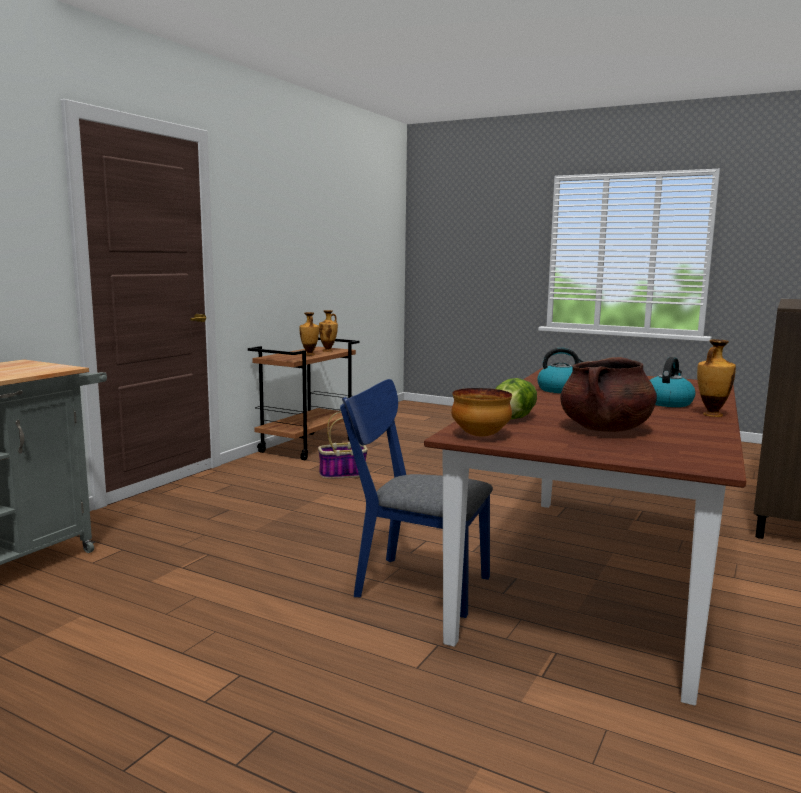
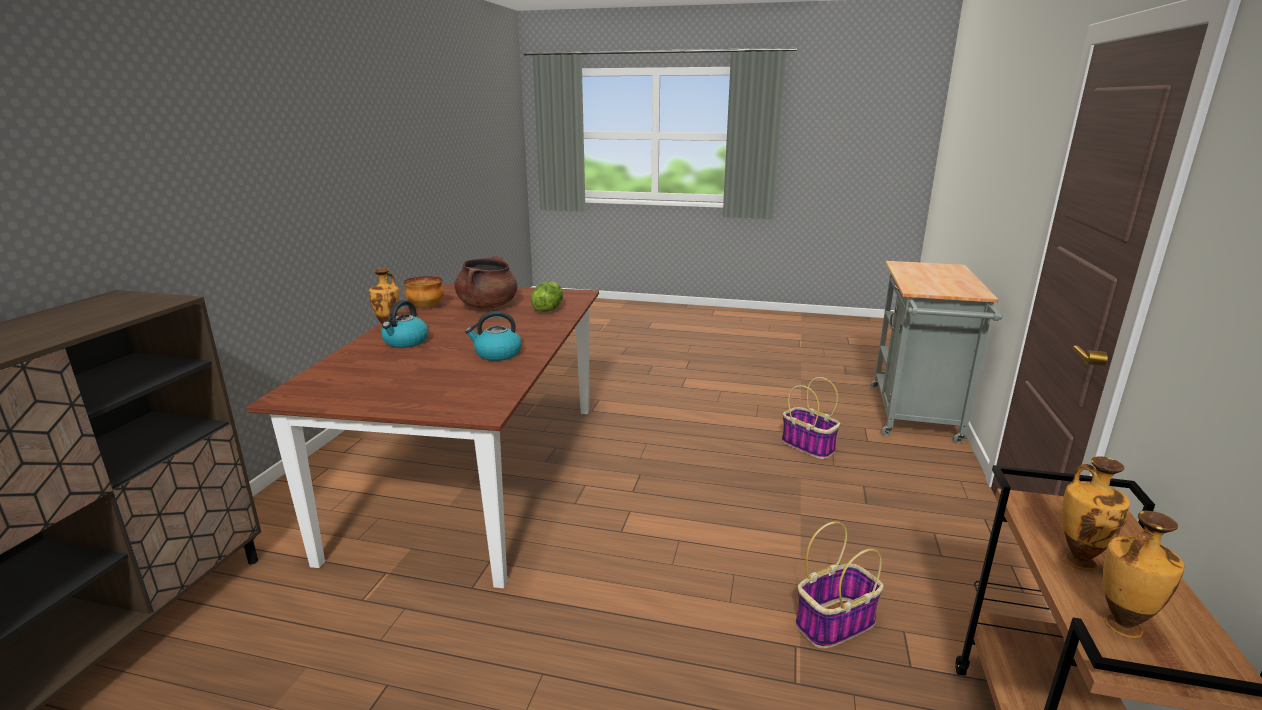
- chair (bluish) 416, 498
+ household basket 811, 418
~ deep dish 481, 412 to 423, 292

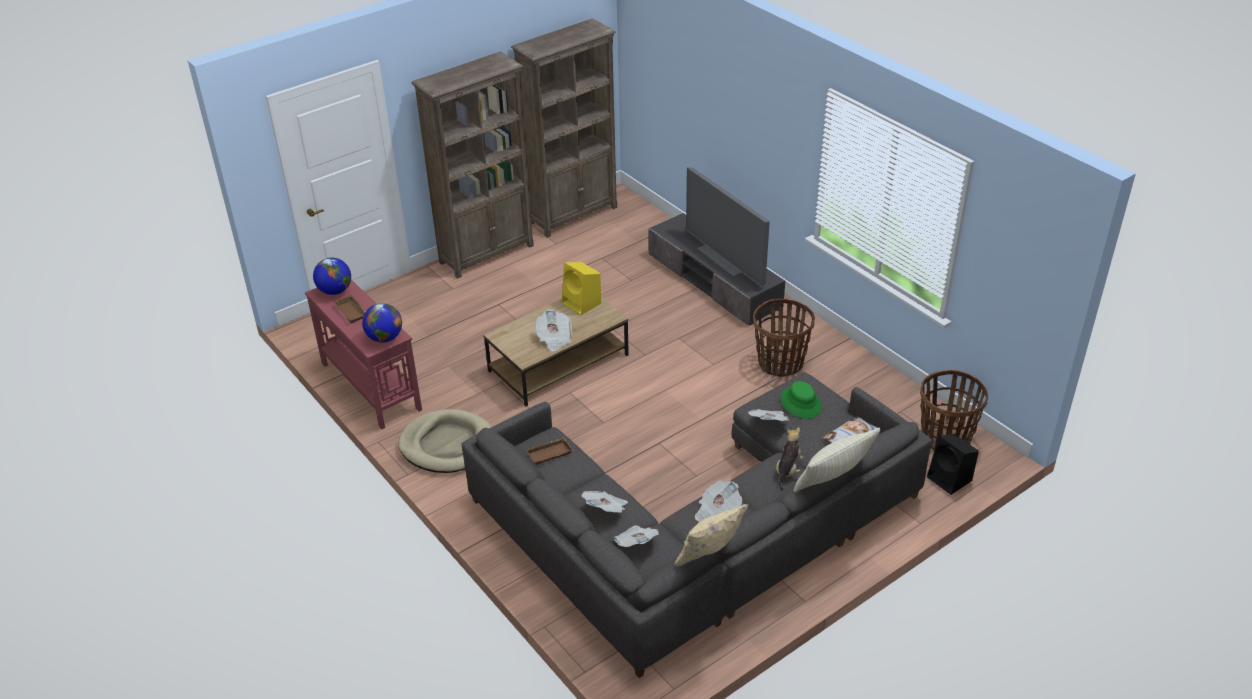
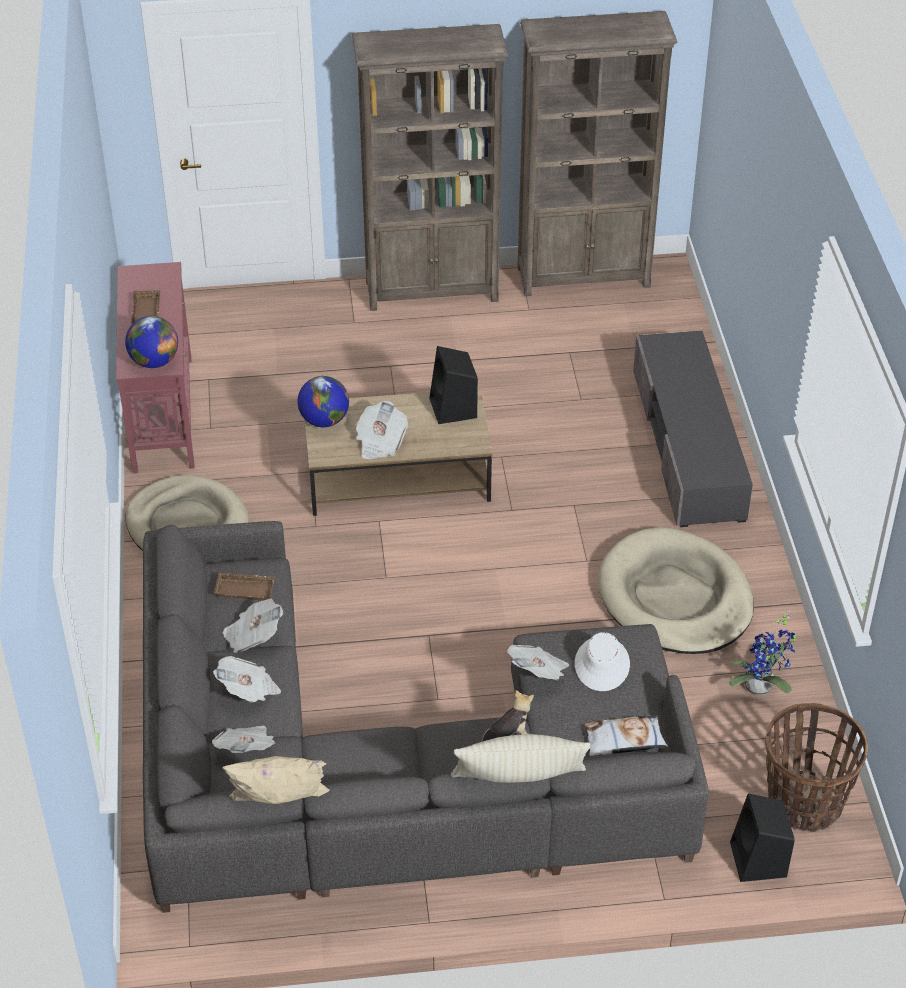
- TV set 728, 227
+ potted plant 762, 653
~ world globe 332, 276 to 323, 401
~ newspaper 718, 501 to 253, 625
~ household basket 784, 338 to dog cushion (sand-coloured) 676, 590
~ loudspeaker (yellow-coloured) 581, 288 to loudspeaker (blackish) 453, 385
~ hat (green) 801, 400 to hat (white-coloured) 602, 661

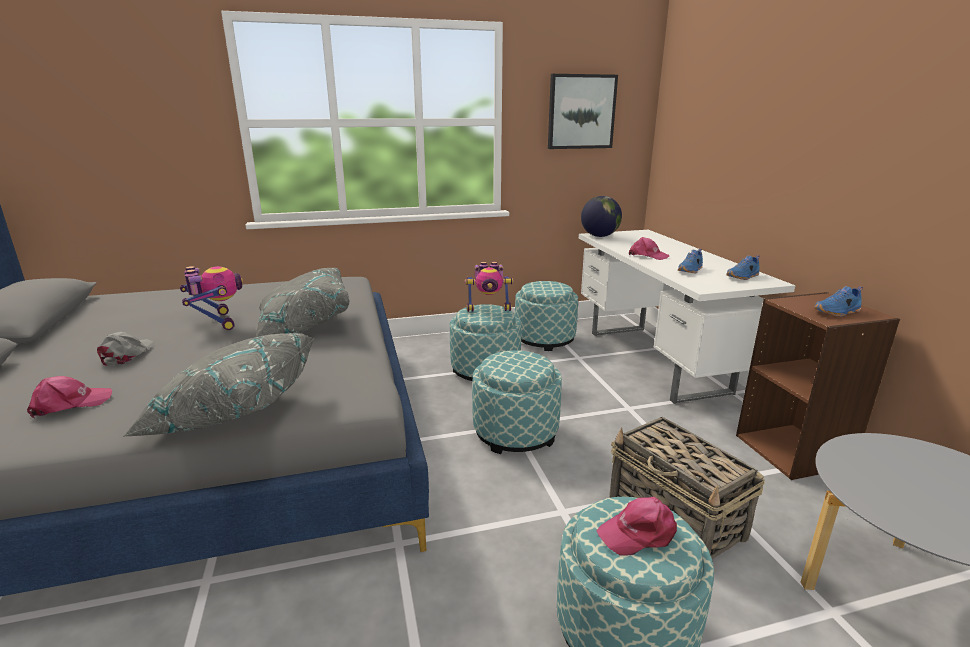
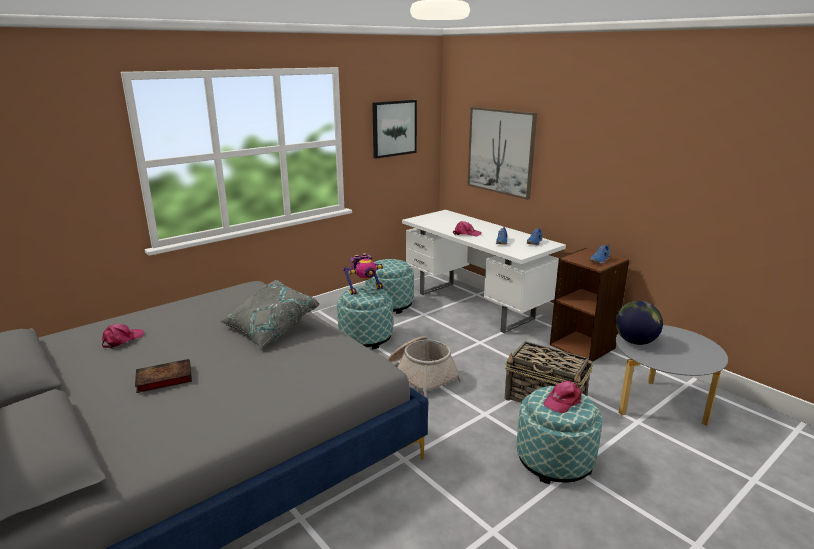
- pillow (gray) 218, 385
- model robot 211, 298
+ picture 502, 153
~ peaked cap (pinkish) 69, 397 to 123, 336
~ world globe 601, 216 to 639, 323
~ peaked cap (gray) 126, 349 to volume 163, 376
~ ottoman 517, 402 to household basket 425, 366

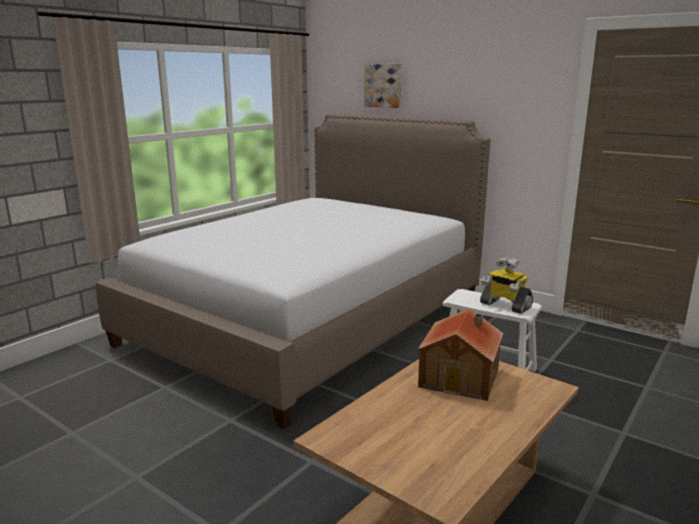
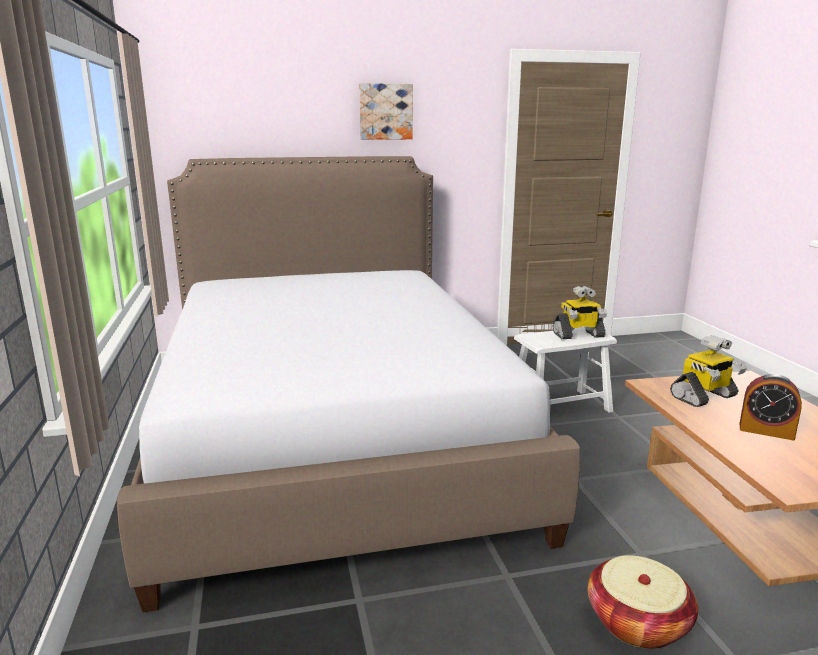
+ household basket 643, 602
+ table clock 771, 407
~ picture 383, 86 to 386, 111
~ model house 460, 354 to model robot 708, 371

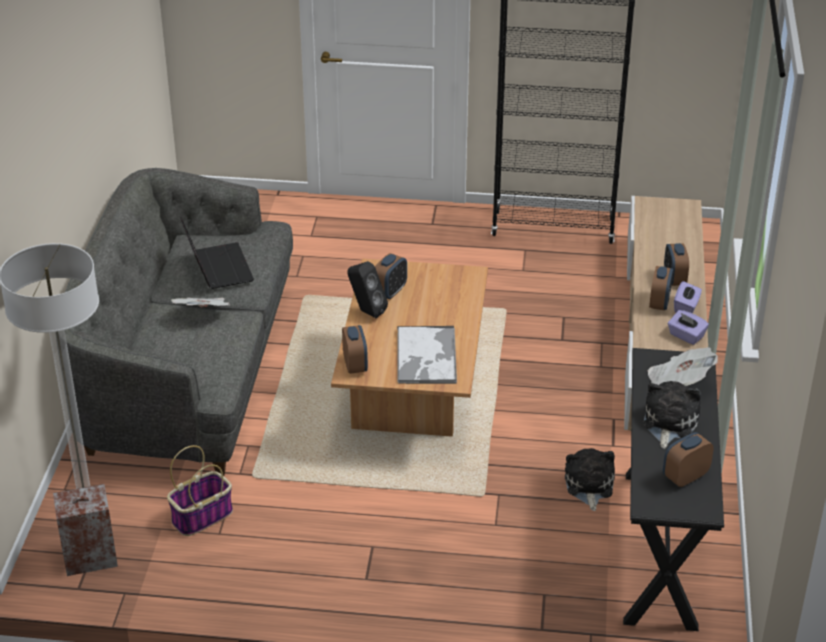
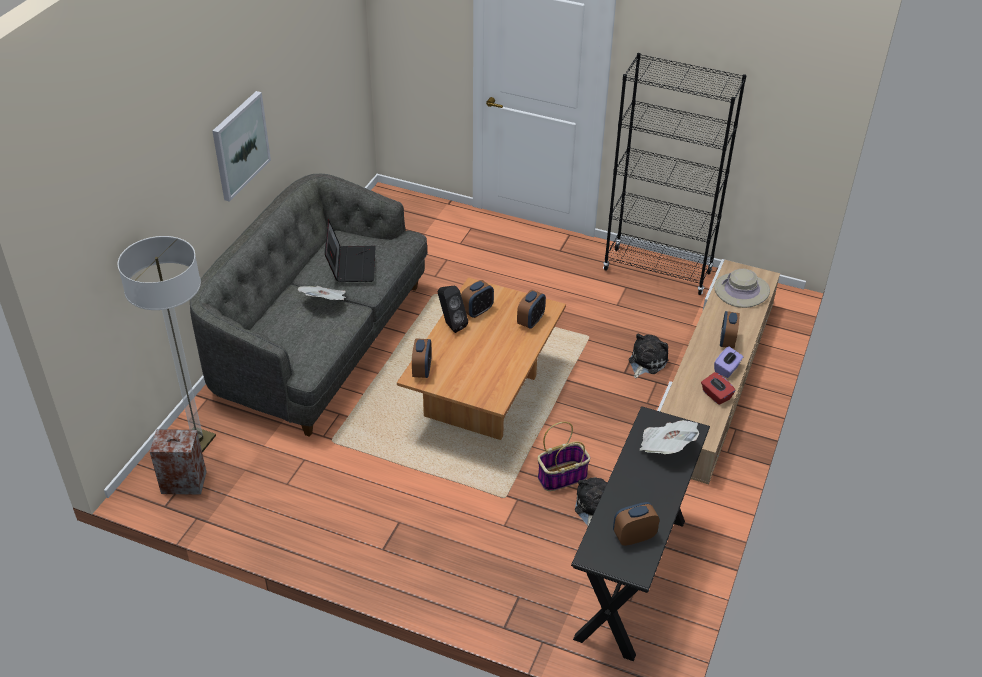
- serving tray 427, 355
+ picture 241, 146
+ hat (sand-coloured) 742, 288
~ household basket 200, 490 to 564, 456
~ soft toy 672, 415 to 648, 356
~ table clock 661, 288 to 531, 309
~ box of tissues (purple-coloured) 688, 327 to box of tissues (red-coloured) 718, 388

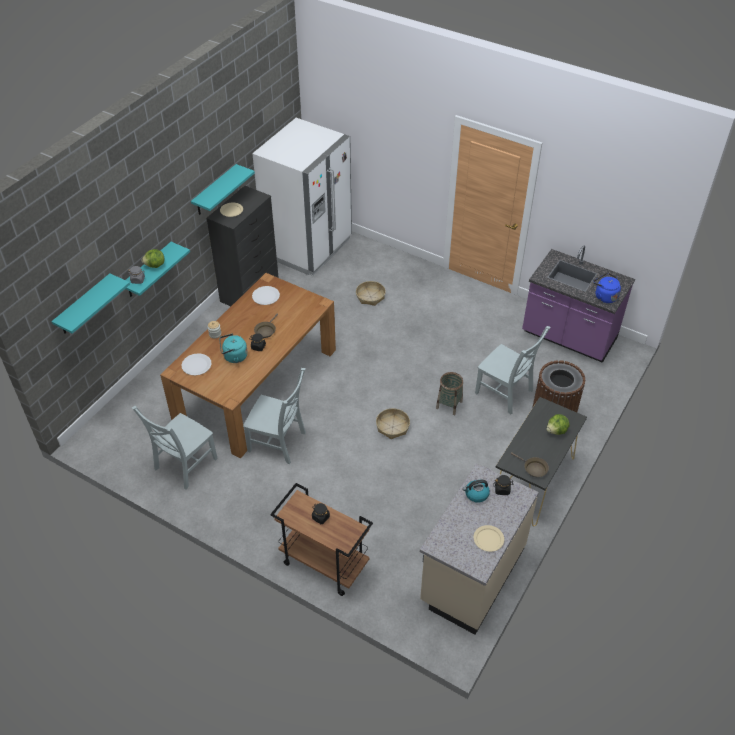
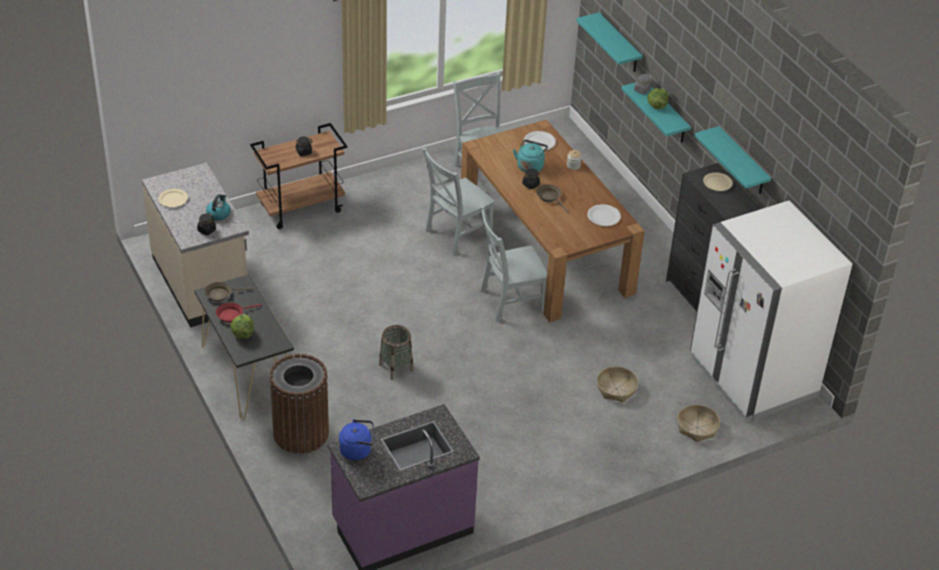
+ frying pan (red-coloured) 239, 313
~ household basket 393, 423 to 698, 423
~ chair (gray) 512, 370 to 513, 264

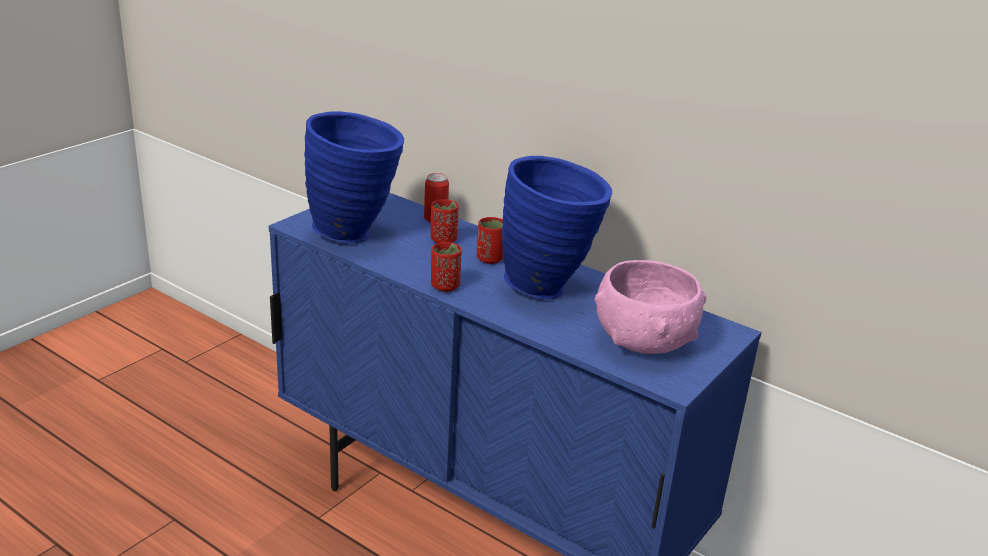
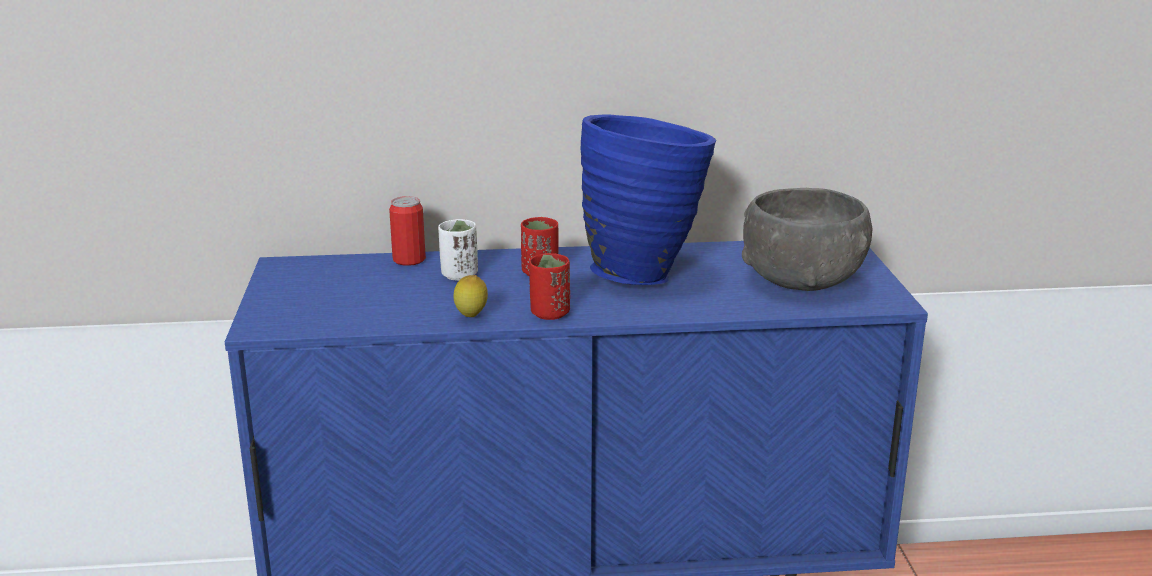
- flower vase (bluish) 354, 177
+ citrus fruit 470, 296
~ cup (red-coloured) 445, 221 to cup (white-coloured) 458, 250
~ deep dish (pinkish) 650, 307 to deep dish (gray) 807, 239

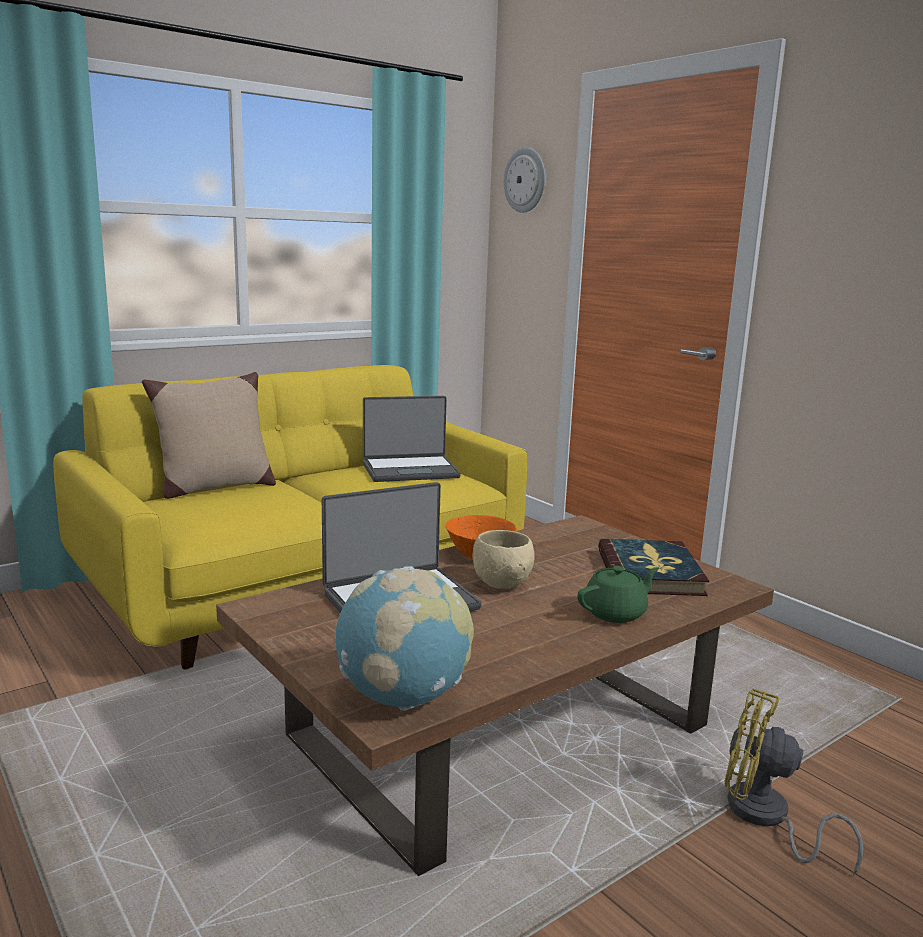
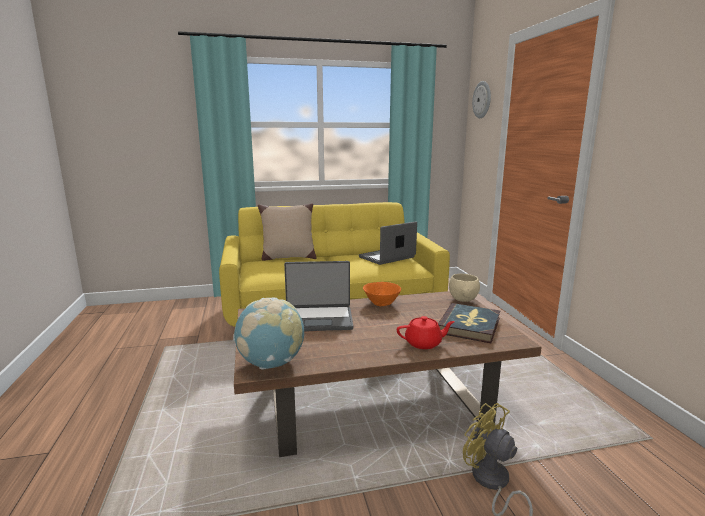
~ deep dish (sand-coloured) 504, 559 to 464, 288
~ pot for tea (green) 618, 594 to pot for tea (red-coloured) 425, 332
~ notebook computer 412, 439 = 388, 243 135 degrees clockwise

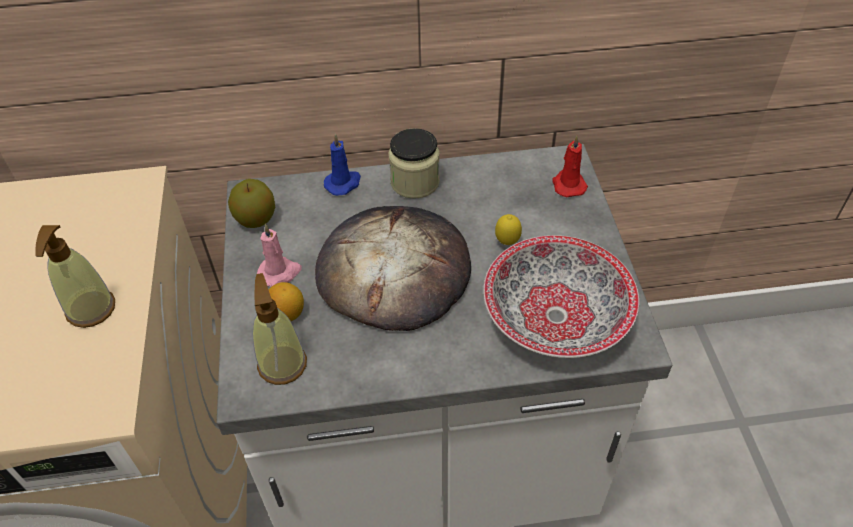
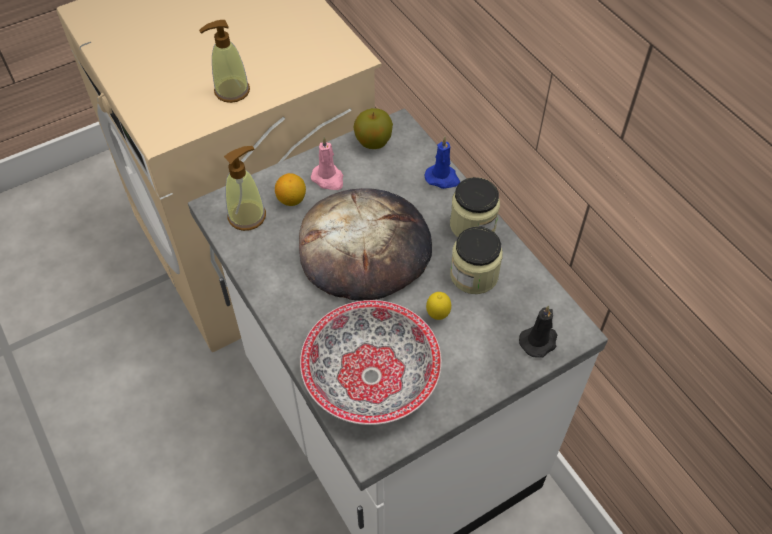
+ preserve jar 476, 260
~ candle (red-coloured) 570, 166 to candle (blackish) 538, 331

